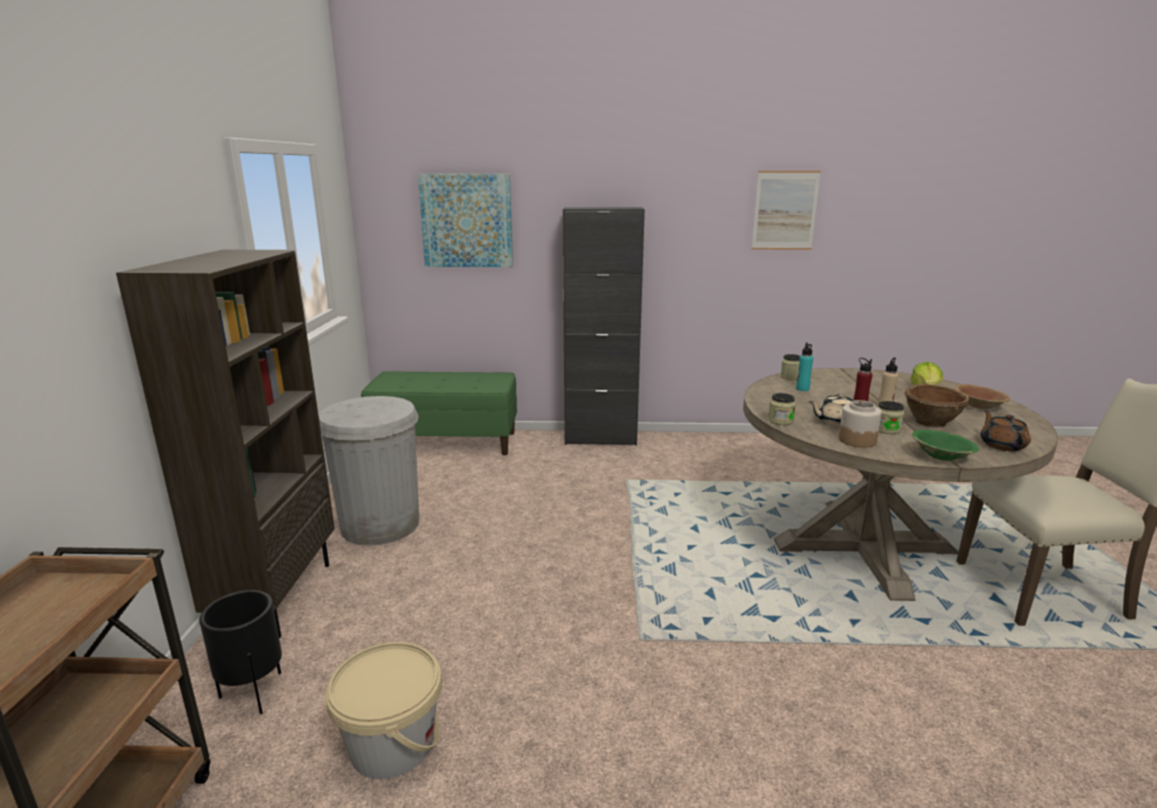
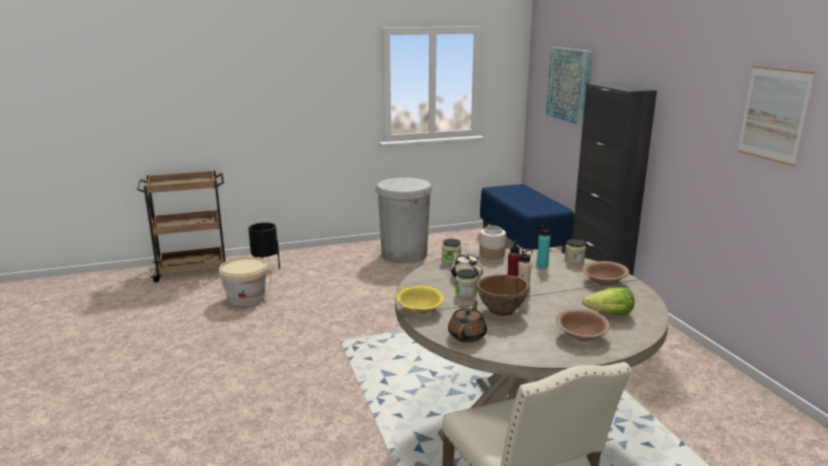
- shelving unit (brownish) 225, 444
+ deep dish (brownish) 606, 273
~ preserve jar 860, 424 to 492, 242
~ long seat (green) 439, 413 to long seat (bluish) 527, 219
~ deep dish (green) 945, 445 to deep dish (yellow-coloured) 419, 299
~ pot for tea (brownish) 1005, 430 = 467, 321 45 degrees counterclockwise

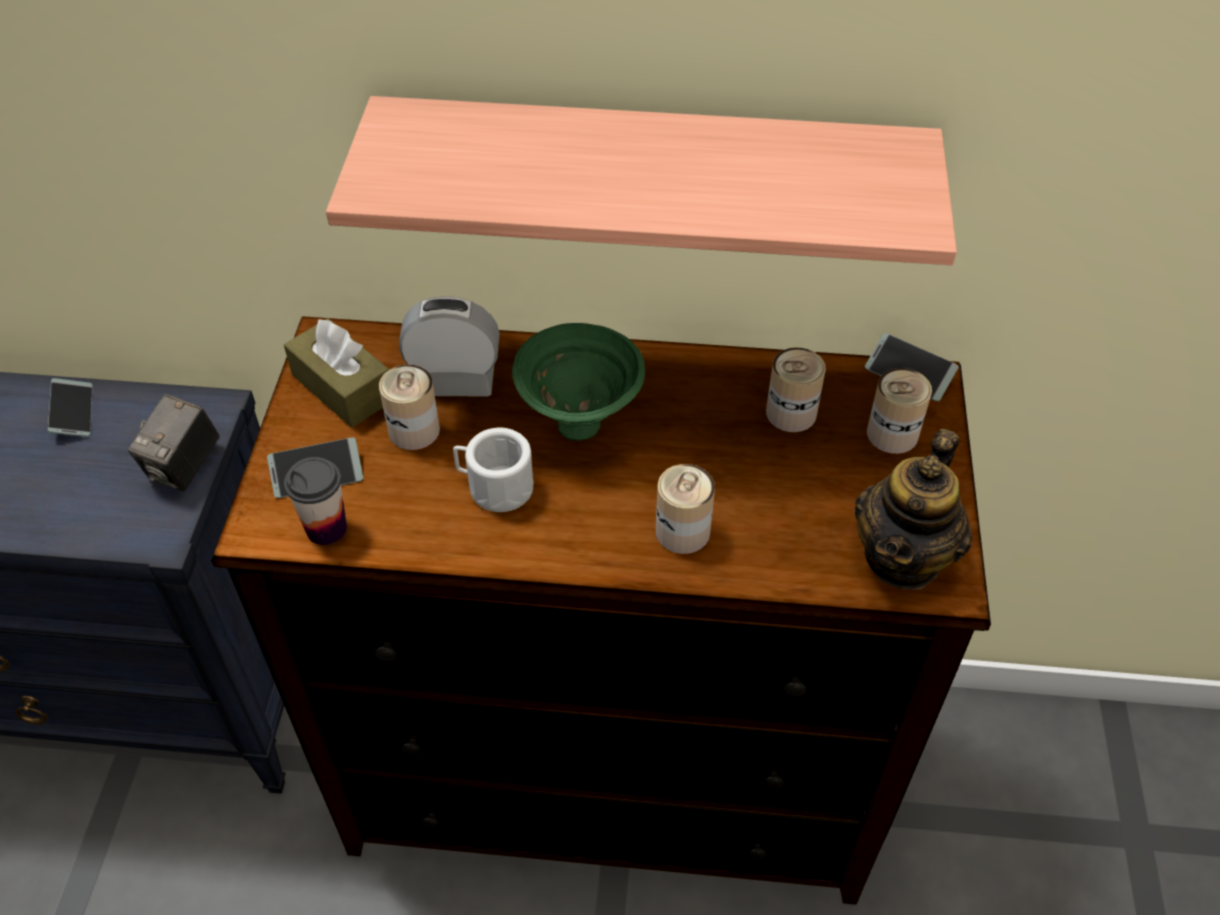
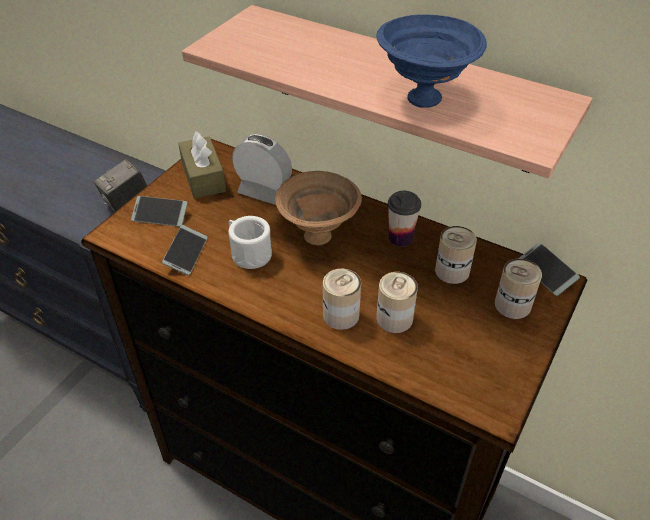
- pot for tea 913, 509
+ deep dish (bluish) 431, 61
~ phone 70, 407 to 184, 250
~ cup 315, 501 to 404, 219
~ metal can 409, 407 to 397, 302
~ deep dish (green) 578, 382 to deep dish (brownish) 319, 208

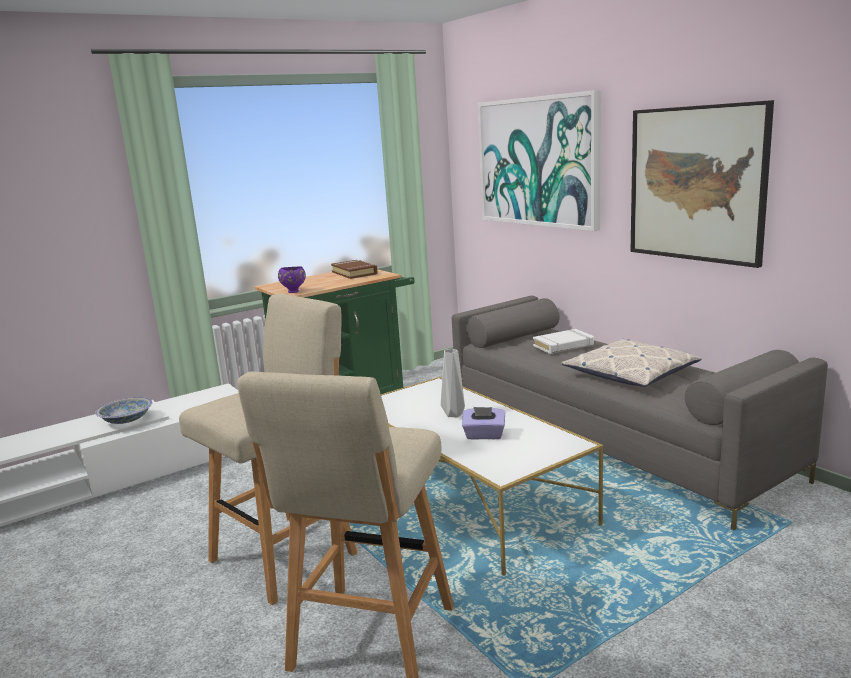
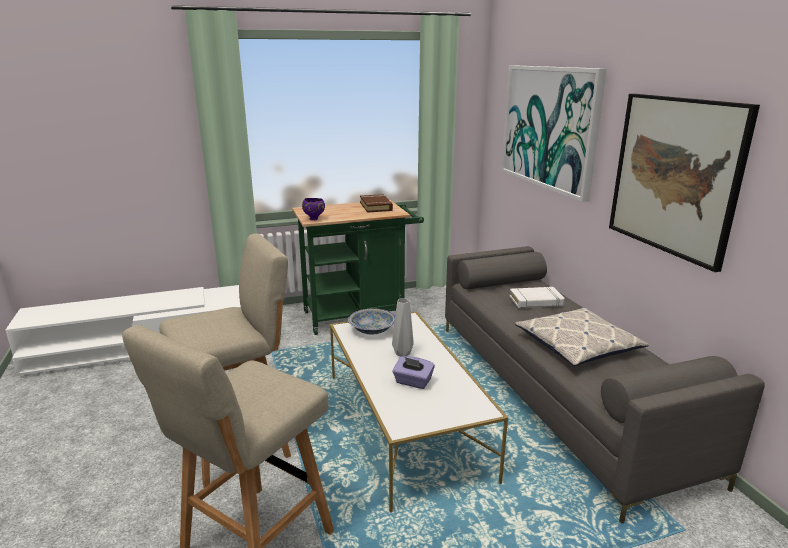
~ deep dish 123, 410 to 371, 321

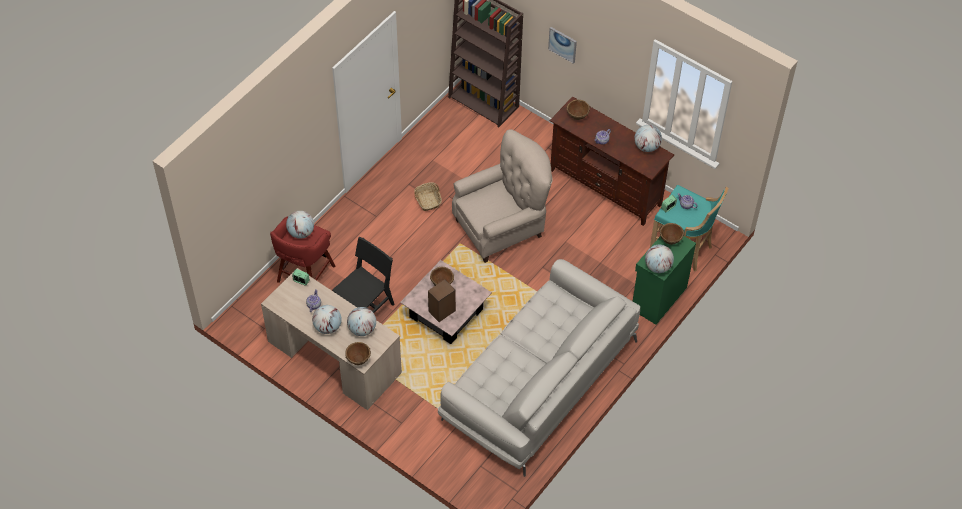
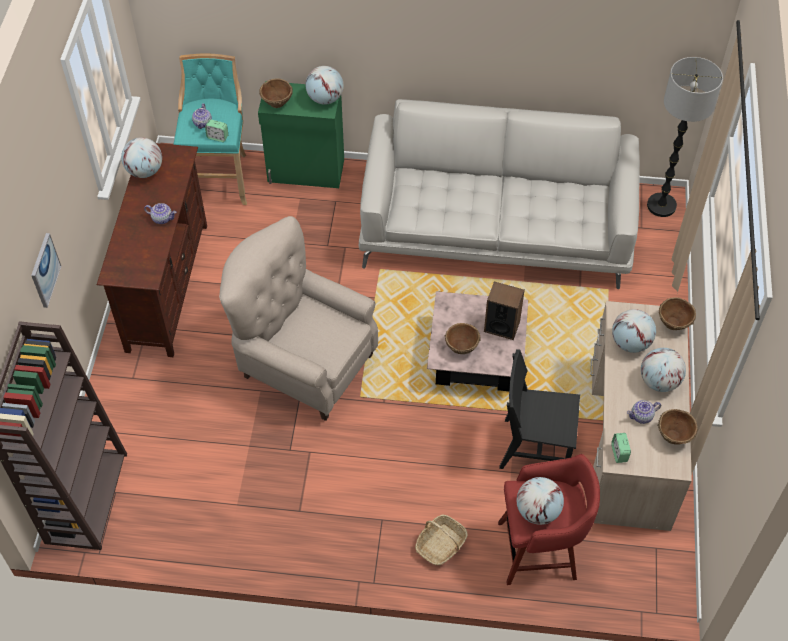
+ floor lamp 685, 137
~ household basket 428, 196 to 441, 539
~ deep dish (brownish) 578, 110 to 677, 427

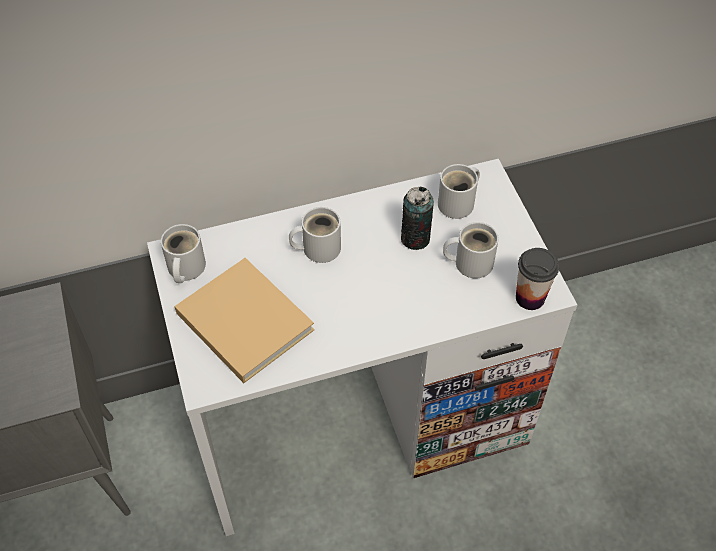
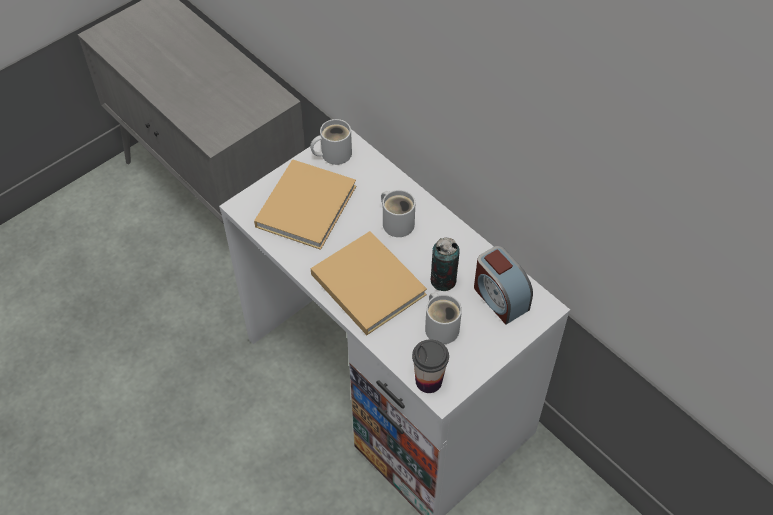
+ volume (sand-coloured) 369, 283
~ tea mug (white-coloured) 459, 191 to table clock 503, 285

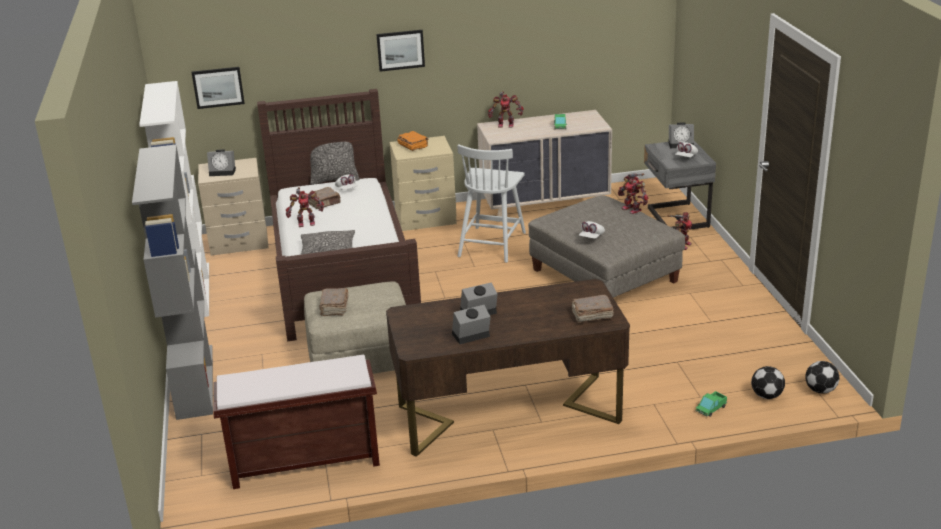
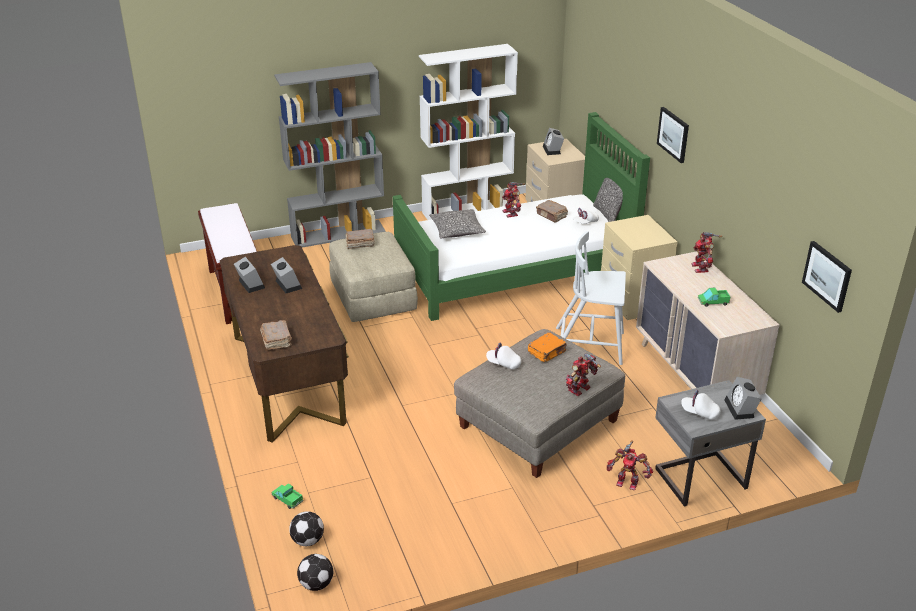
~ picture 218, 88 to 827, 277
~ volume (orange) 413, 141 to 547, 347
~ bedroom bed (brownish) 339, 215 to bedroom bed (green) 521, 216

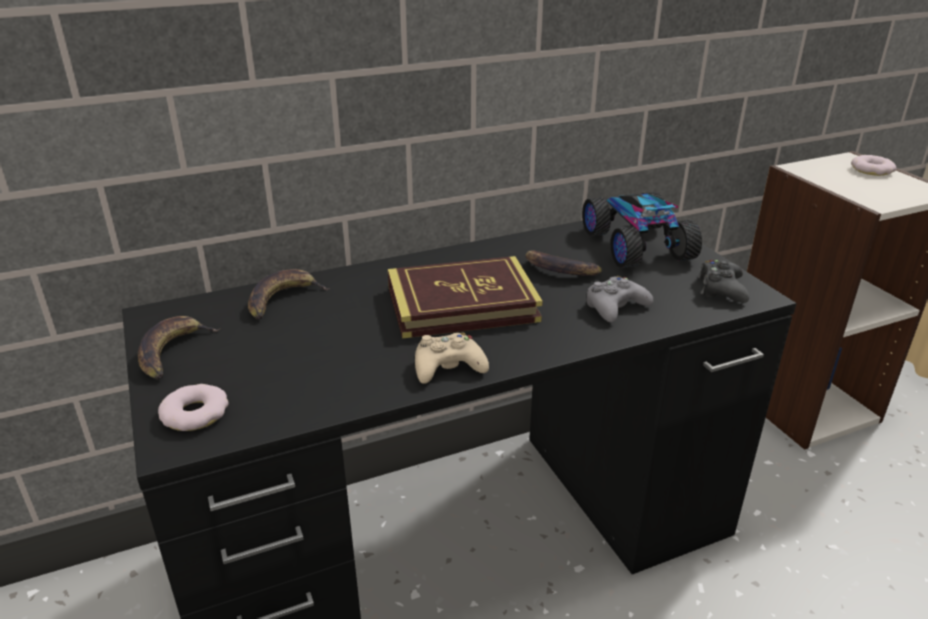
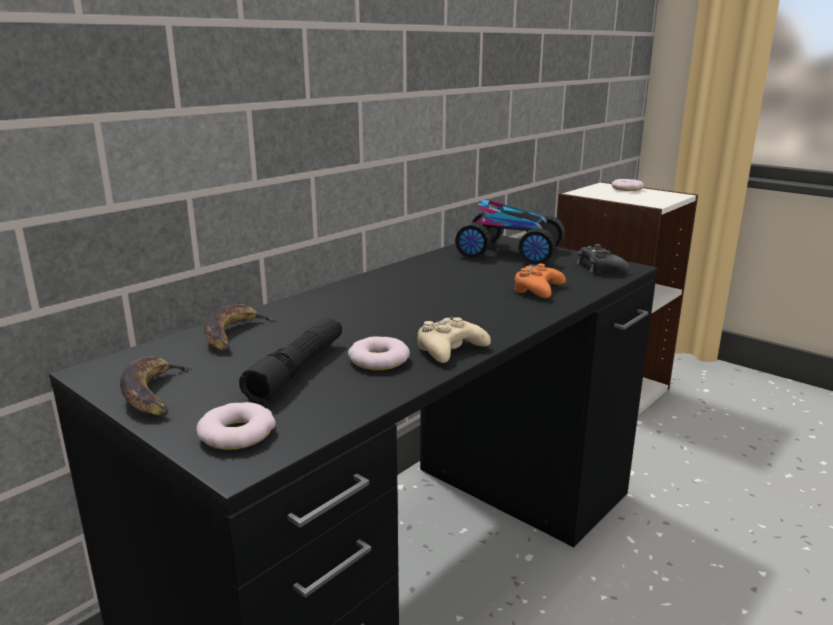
- volume 465, 297
- banana 563, 263
+ torch (blackish) 290, 361
+ donut 379, 353
~ gamepad (gray) 619, 299 to gamepad (orange) 539, 281
~ model car 642, 230 = 510, 232 150 degrees clockwise

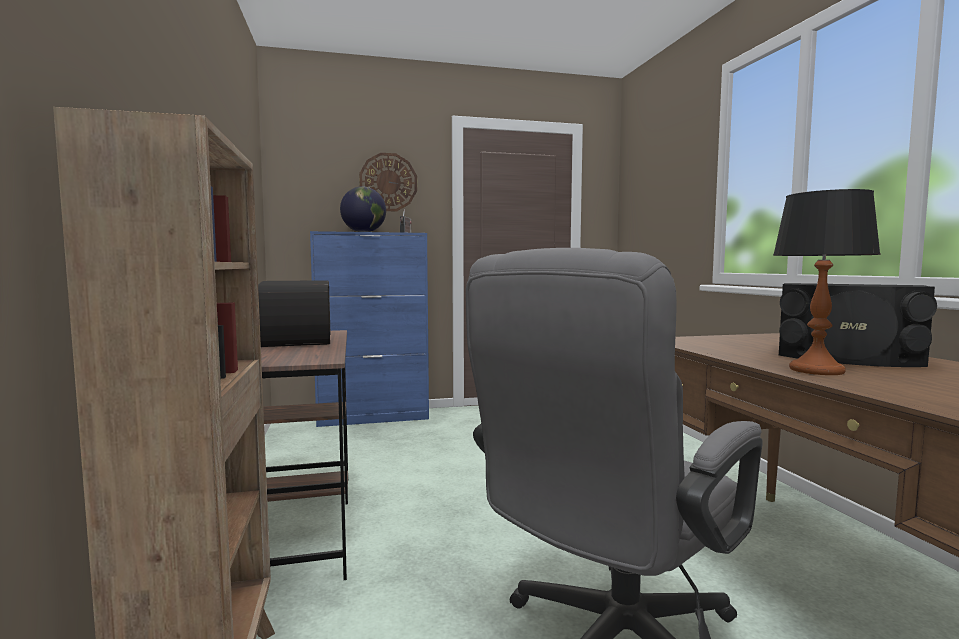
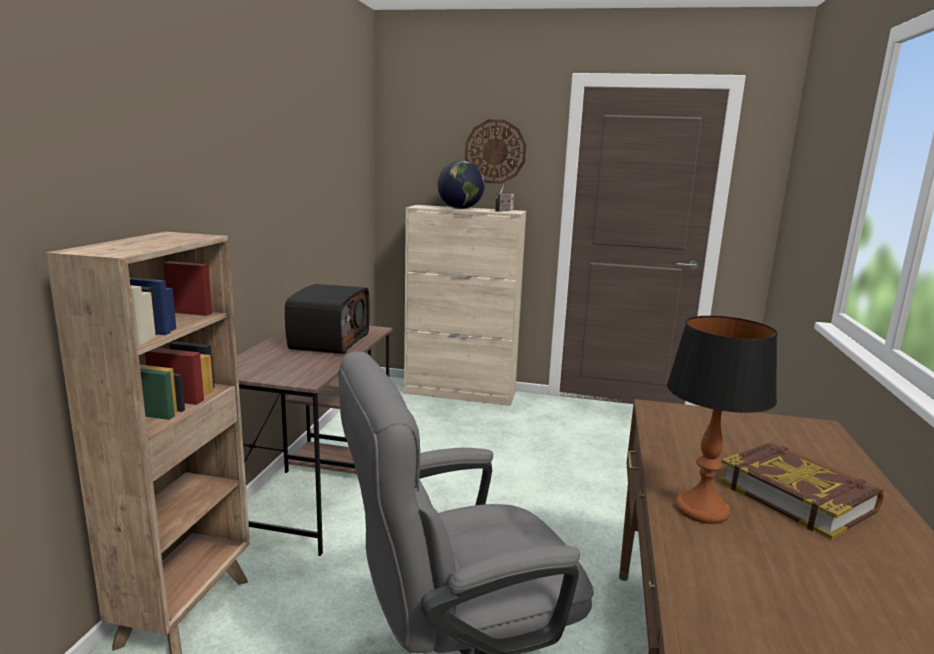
~ loudspeaker (blackish) 858, 325 to volume 801, 491
~ cabinet (bluish) 369, 329 to cabinet (sand-coloured) 465, 305

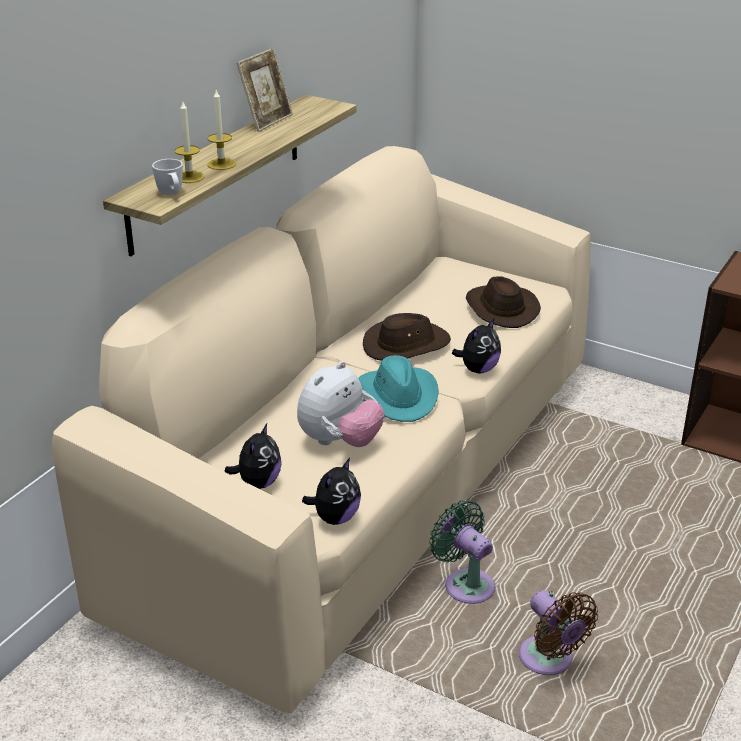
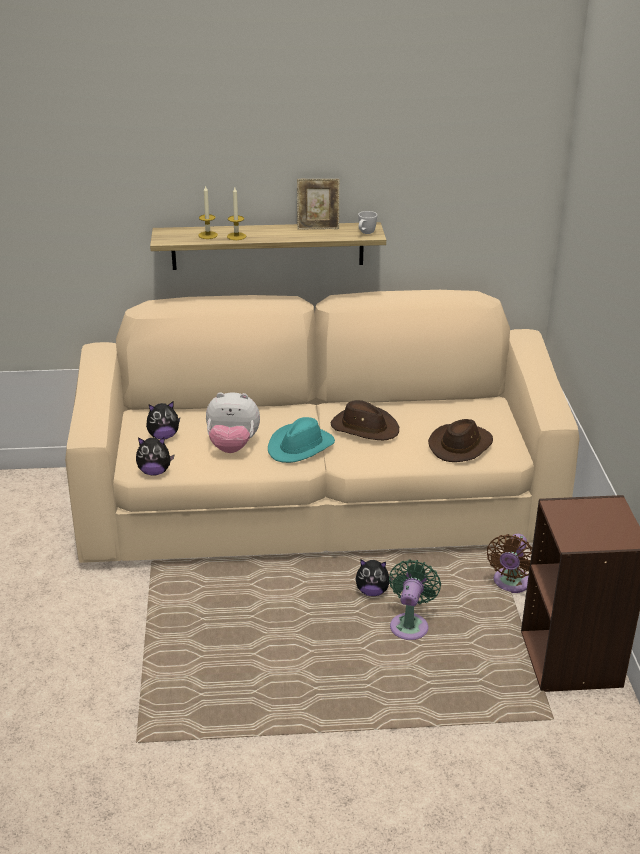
~ tea mug (white-coloured) 167, 177 to 367, 222
~ electric fan (green) 462, 552 to 415, 600
~ soft toy 476, 346 to 374, 577
~ electric fan (brownish) 558, 632 to 509, 563

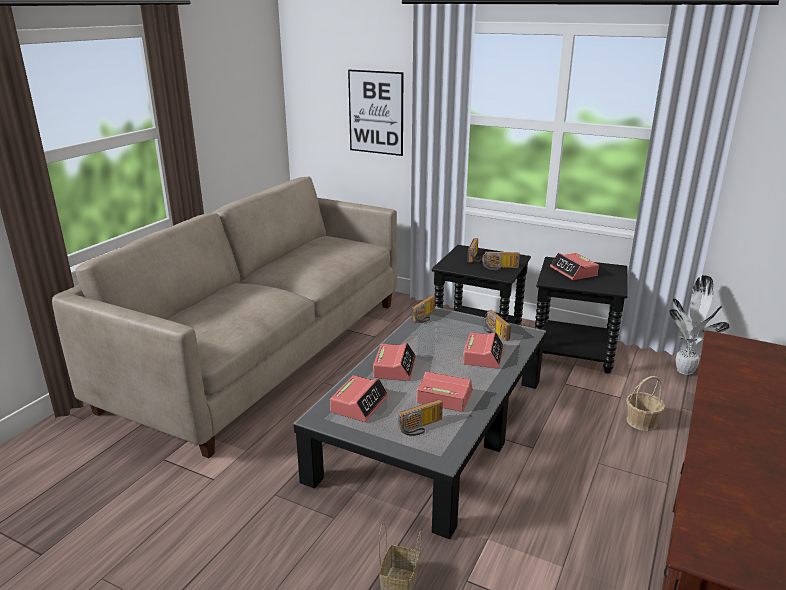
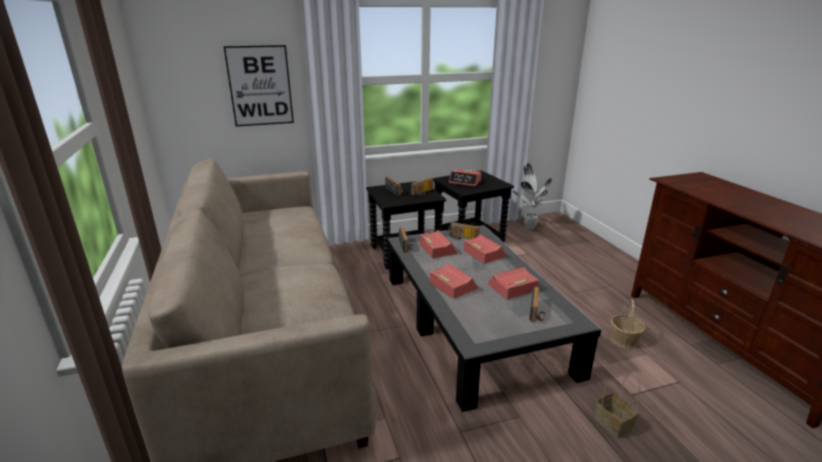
~ table clock 359, 398 to 438, 244
~ household basket 645, 403 to 627, 324

